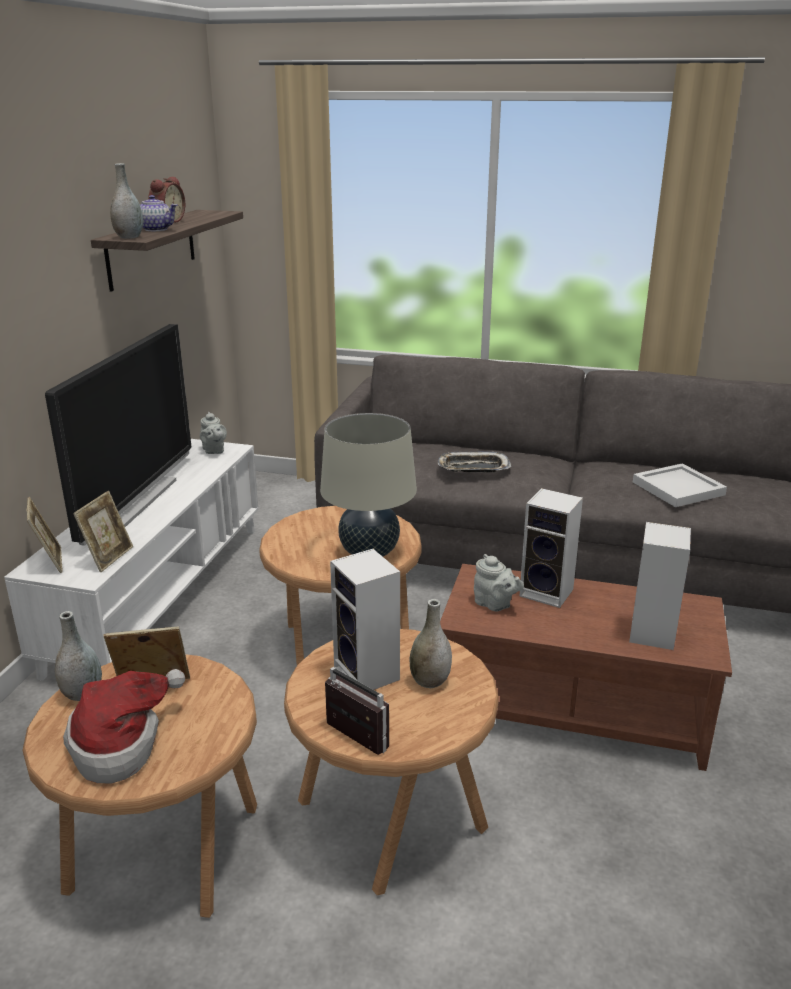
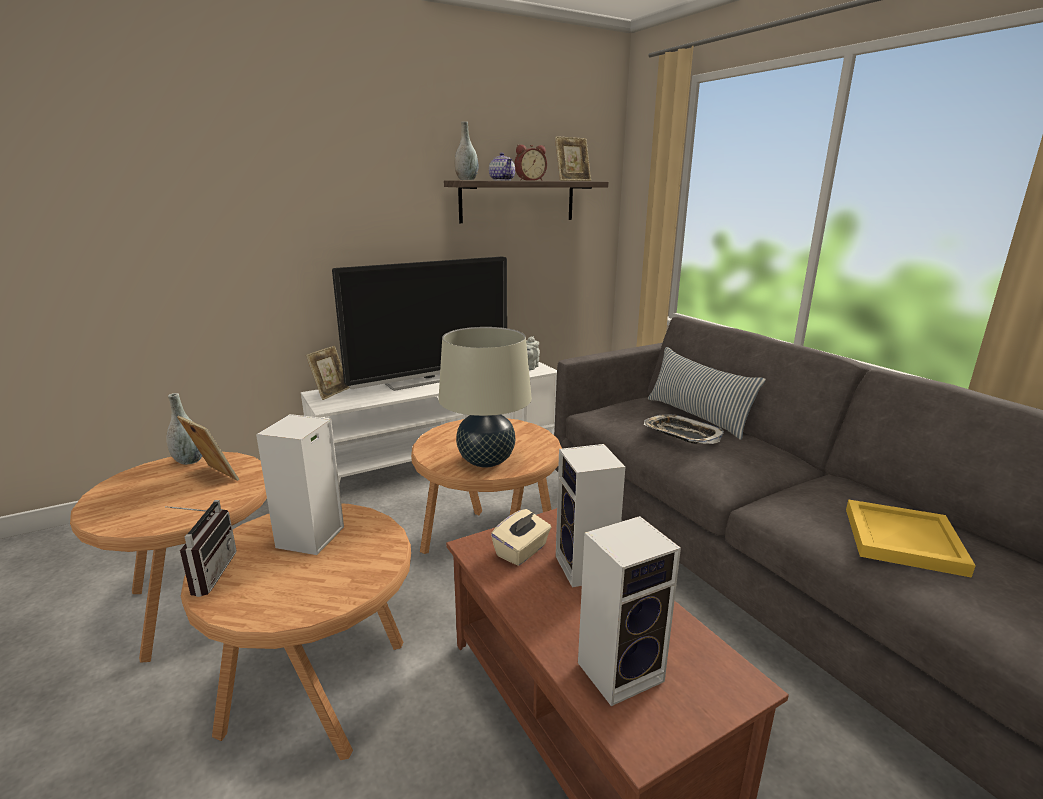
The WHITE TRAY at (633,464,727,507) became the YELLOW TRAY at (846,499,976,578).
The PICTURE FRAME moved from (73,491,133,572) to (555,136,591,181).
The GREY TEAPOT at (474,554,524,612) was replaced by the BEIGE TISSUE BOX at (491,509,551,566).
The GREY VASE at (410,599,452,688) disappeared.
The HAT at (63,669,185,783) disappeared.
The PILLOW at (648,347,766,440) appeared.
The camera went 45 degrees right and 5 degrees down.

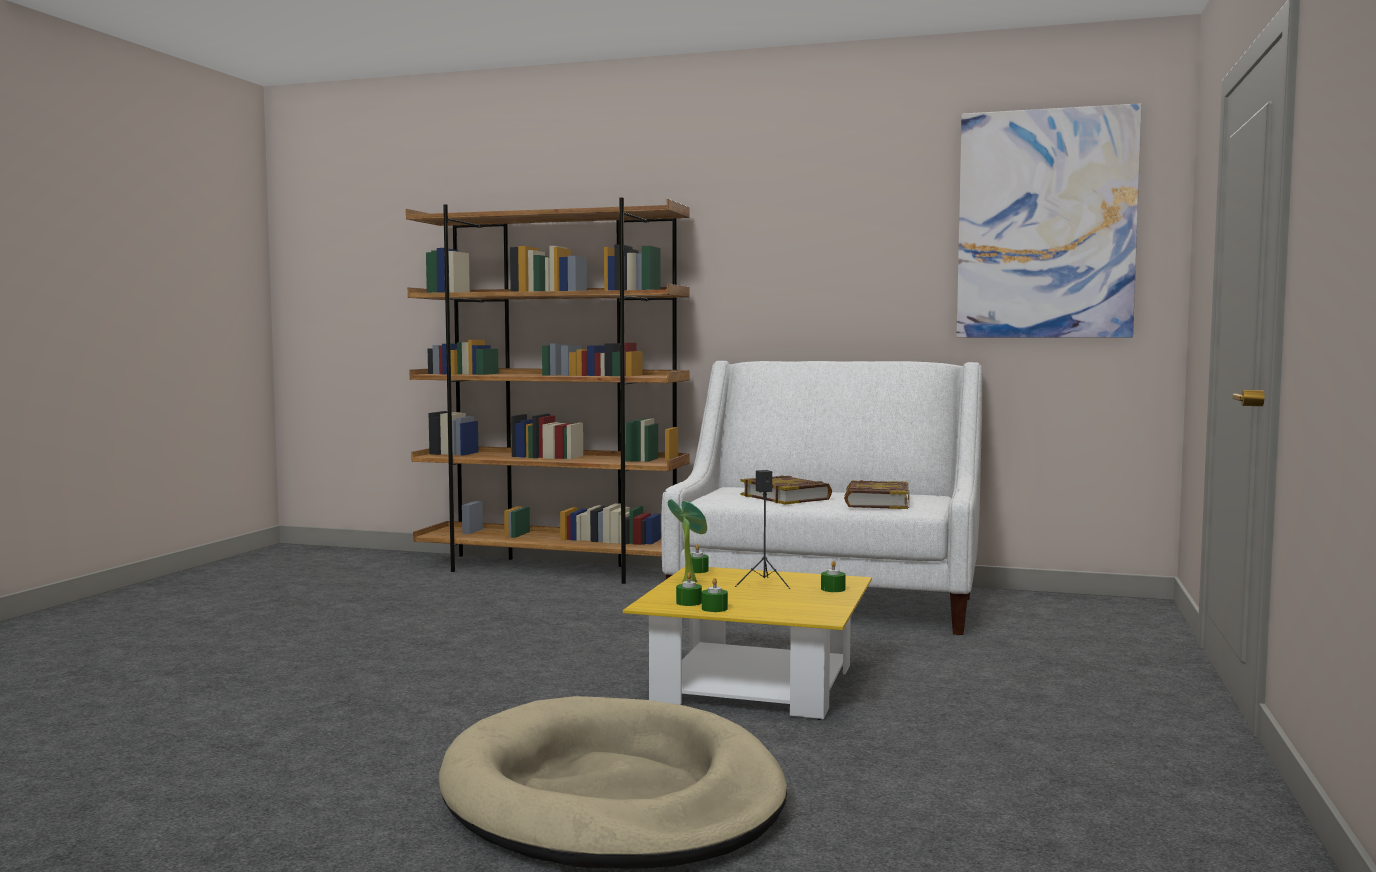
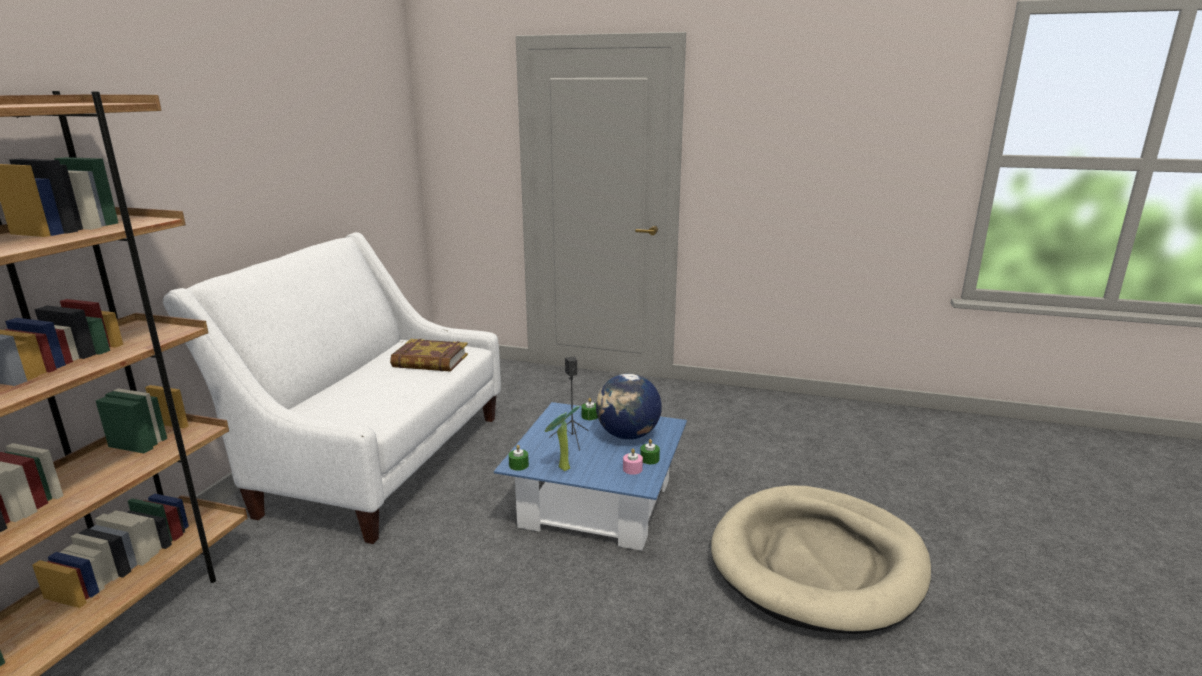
The PICTURE at (956,103,1142,338) disappeared.
The BOOK at (740,476,832,504) disappeared.
The YELLOW COFFEE TABLE at (623,567,872,720) became the BLUE COFFEE TABLE at (494,402,687,551).
The GREEN CANDLE at (676,573,702,606) became the PINK CANDLE at (623,449,643,475).
The GLOBE at (596,374,662,440) appeared.
The camera went 90 degrees left and 15 degrees up.

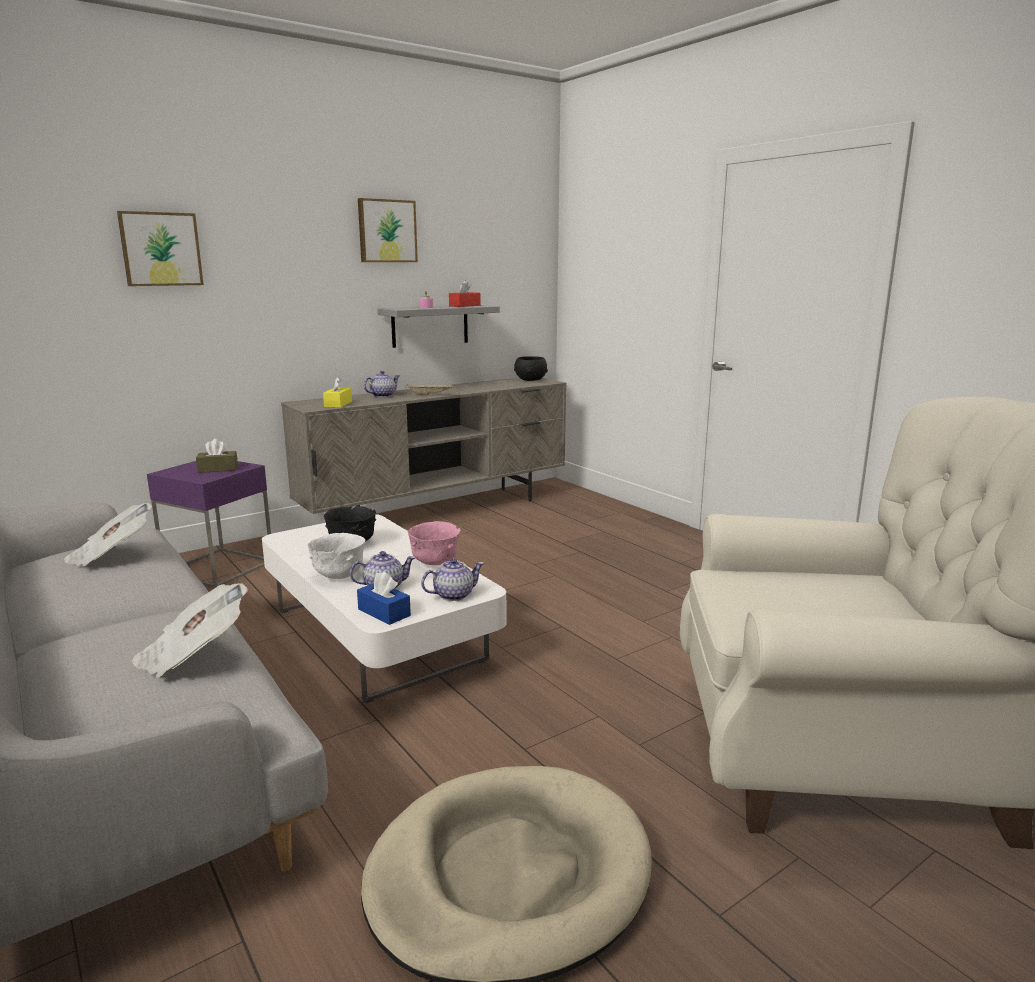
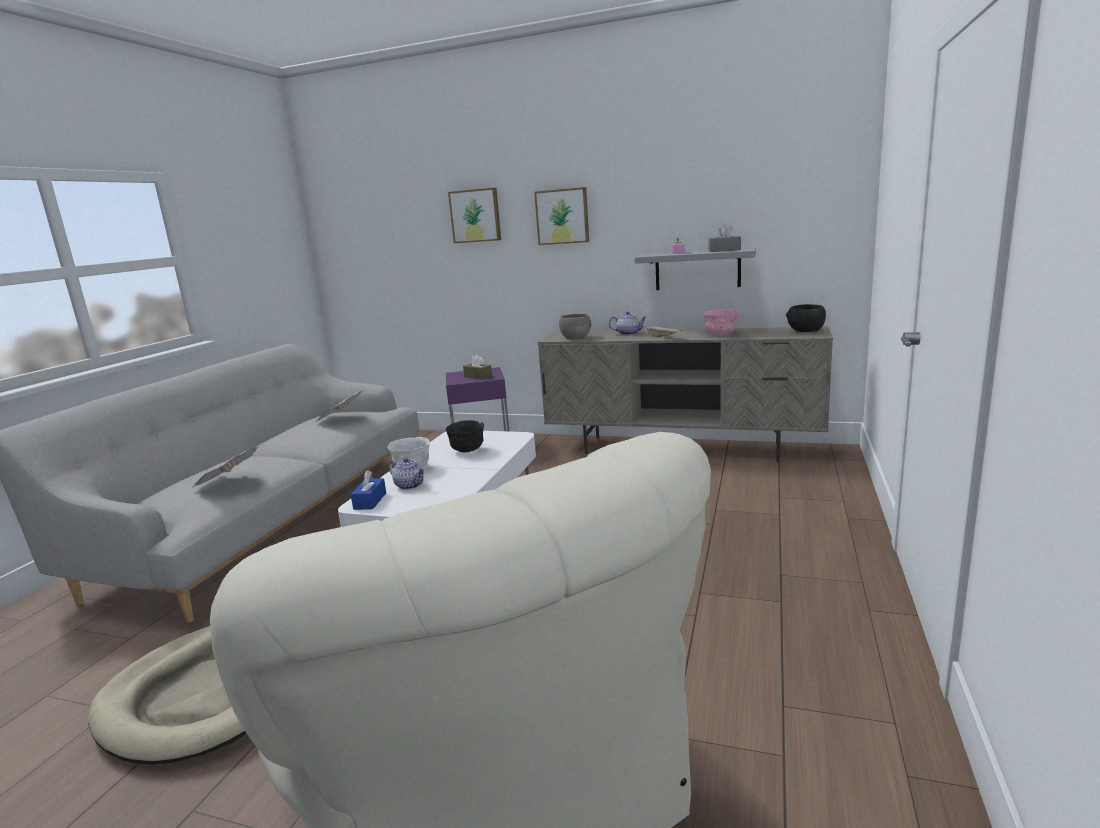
The PICTURE moved from (358,198,418,262) to (534,187,589,245).
The RED TISSUE BOX at (449,280,481,307) became the GREY TISSUE BOX at (708,224,741,252).
The YELLOW TISSUE BOX at (323,376,352,408) was replaced by the GREY BOWL at (559,314,592,339).
The PINK BOWL moved from (408,521,461,565) to (703,309,739,336).
The TEAPOT at (421,558,484,601) disappeared.
The camera went 55 degrees right and 0 degrees up.

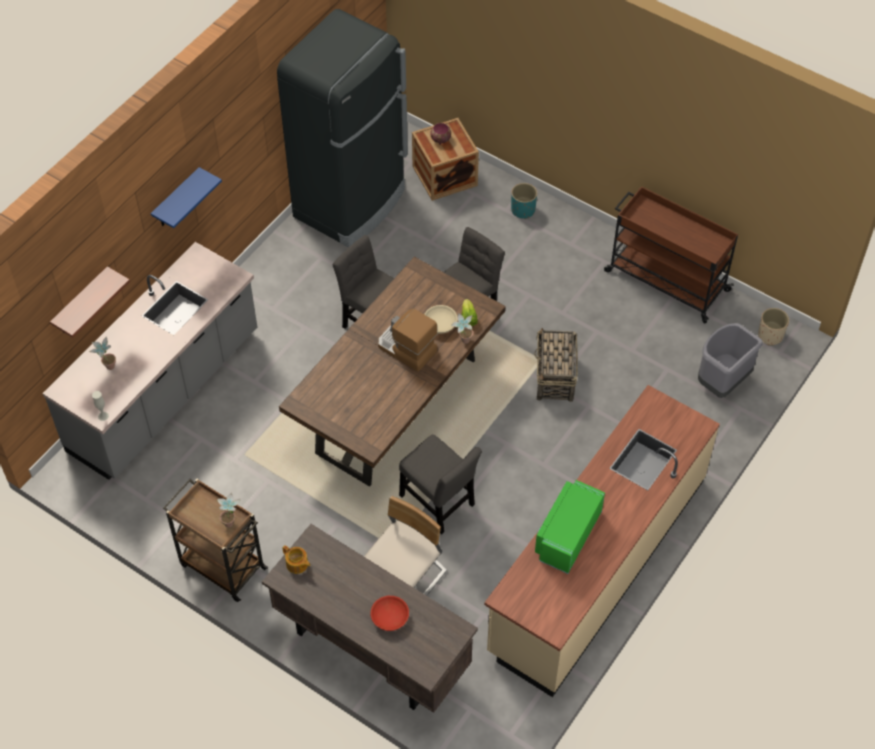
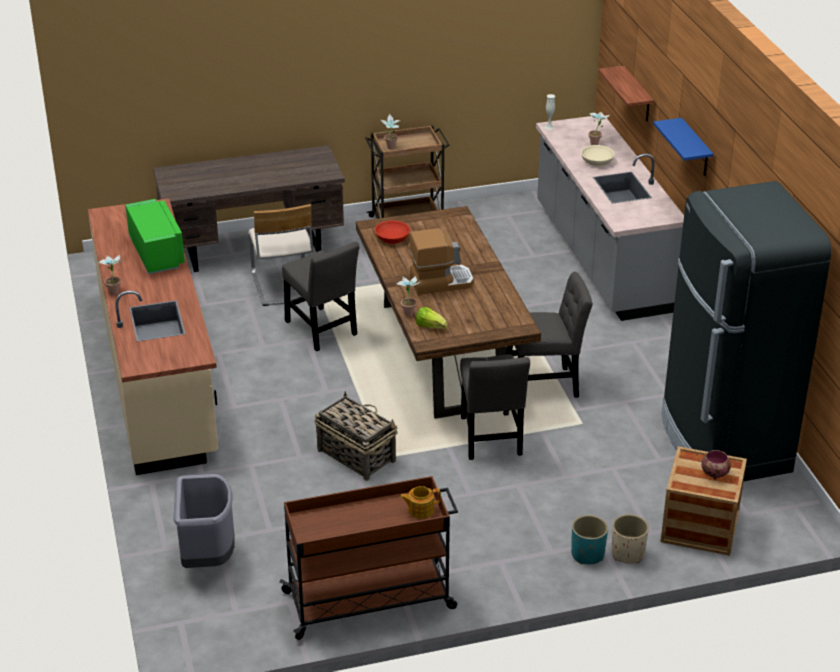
The BEIGE BOWL moved from (424,305,458,334) to (581,145,615,166).
The BEIGE PLANTER moved from (758,308,789,345) to (611,514,649,564).
The GREY CHAIR at (399,434,482,535) turned 120 degrees counterclockwise.
The TEAPOT moved from (283,545,310,574) to (400,486,441,518).
The RED BOWL moved from (370,596,409,631) to (374,220,410,244).
The POTTED PLANT at (98,255,122,295) appeared.
The camera went 130 degrees right and 20 degrees down.

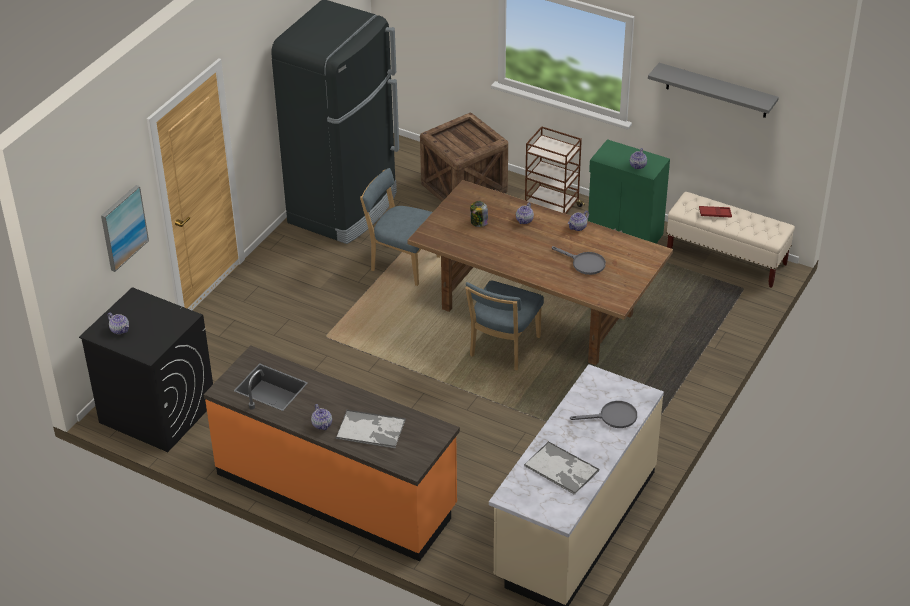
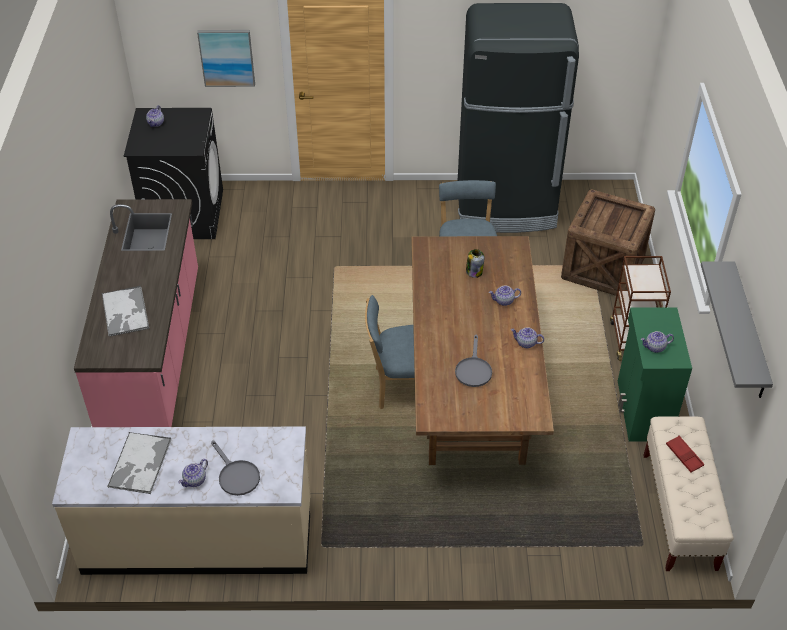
The ORANGE COUNTER at (203,345,460,561) became the PINK COUNTER at (74,199,198,427).
The TEAPOT moved from (311,404,332,430) to (178,459,208,487).
The camera went 60 degrees right and 5 degrees up.

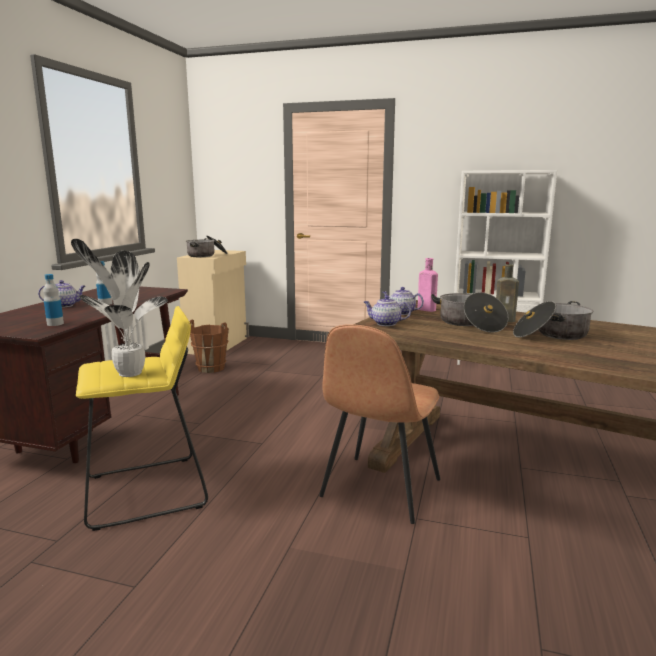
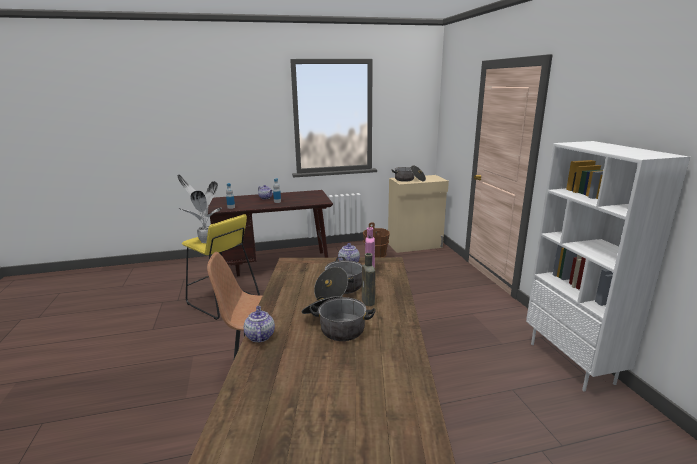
The TEAPOT moved from (364,295,411,326) to (244,306,275,343).
The camera went 60 degrees right and 5 degrees up.

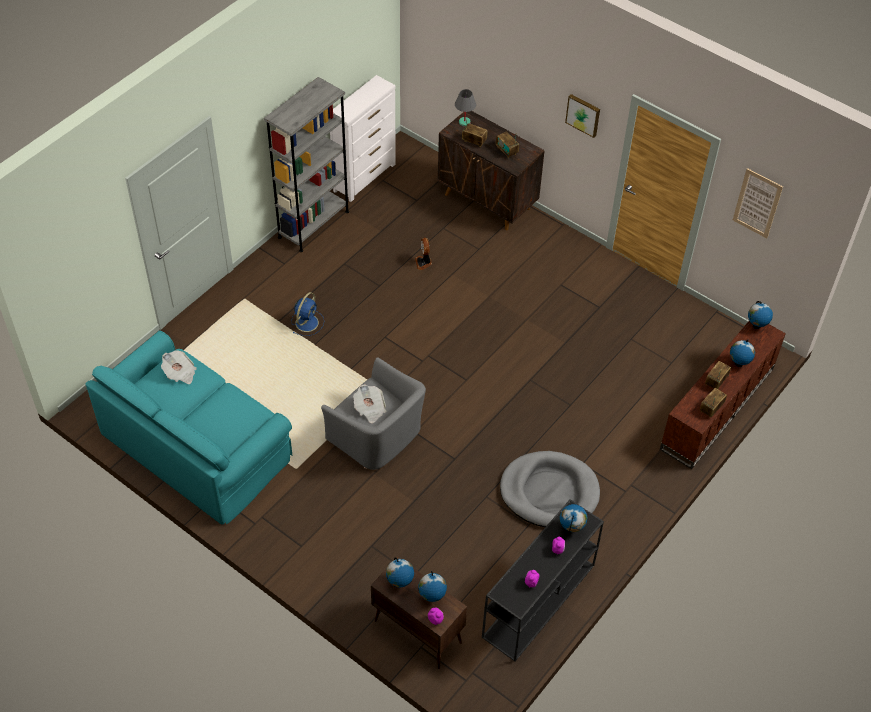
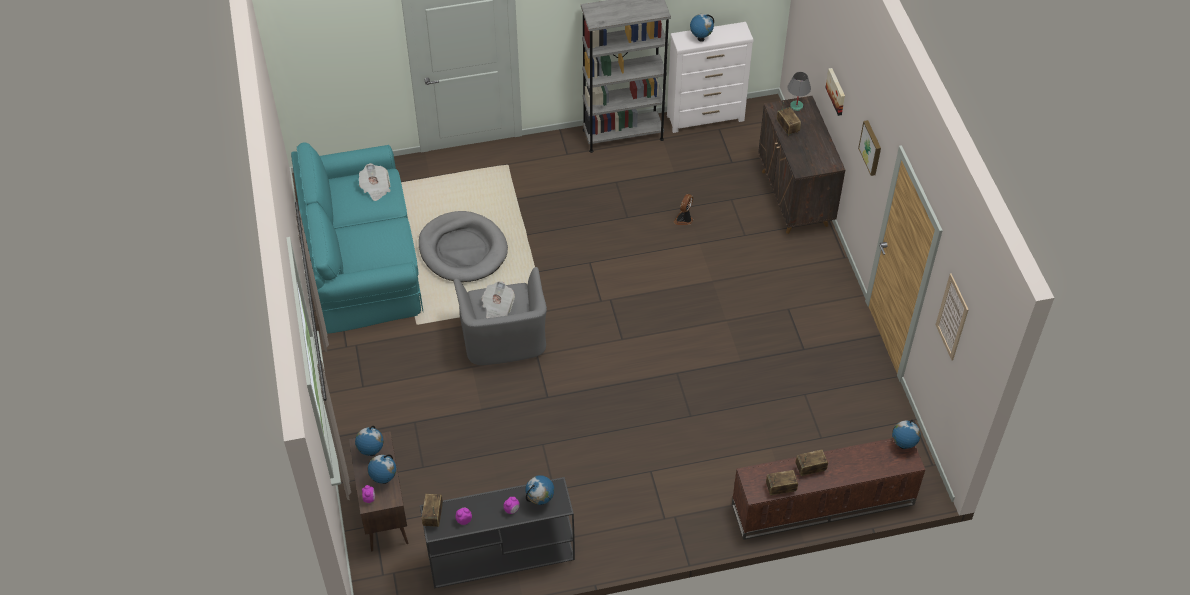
The RADIO moved from (496,132,519,158) to (422,494,443,527).
The BLUE FAN at (291,292,324,336) disappeared.
The GLOBE moved from (730,339,755,367) to (690,14,714,42).
The GREY DOG BED moved from (500,451,600,527) to (419,211,508,282).
The PICTURE at (825,68,845,116) appeared.
The camera went 40 degrees right and 0 degrees up.

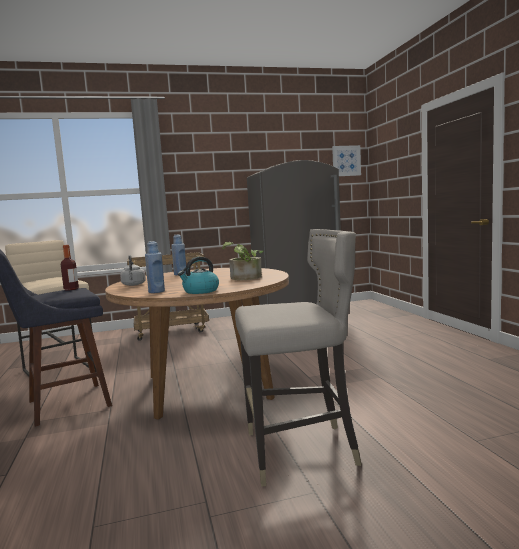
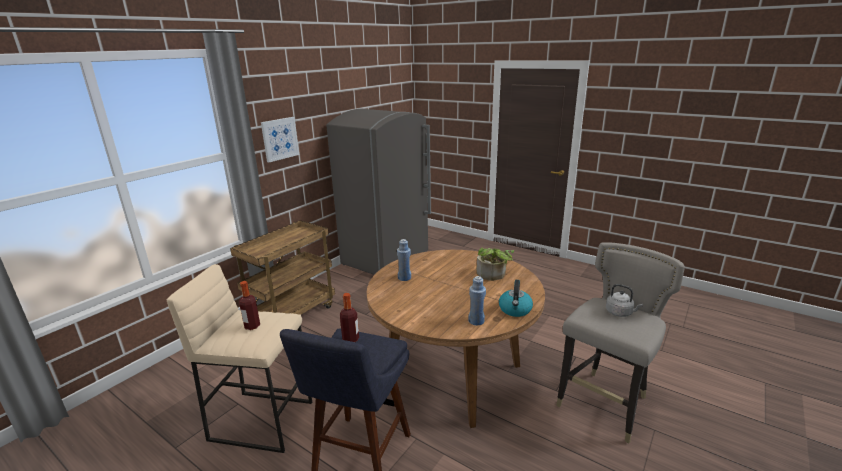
The PICTURE moved from (332,145,361,176) to (261,117,299,162).
The GREY KETTLE moved from (120,255,146,286) to (606,284,643,317).
The BOTTLE at (239,281,260,330) appeared.
The camera went 40 degrees left and 15 degrees up.

